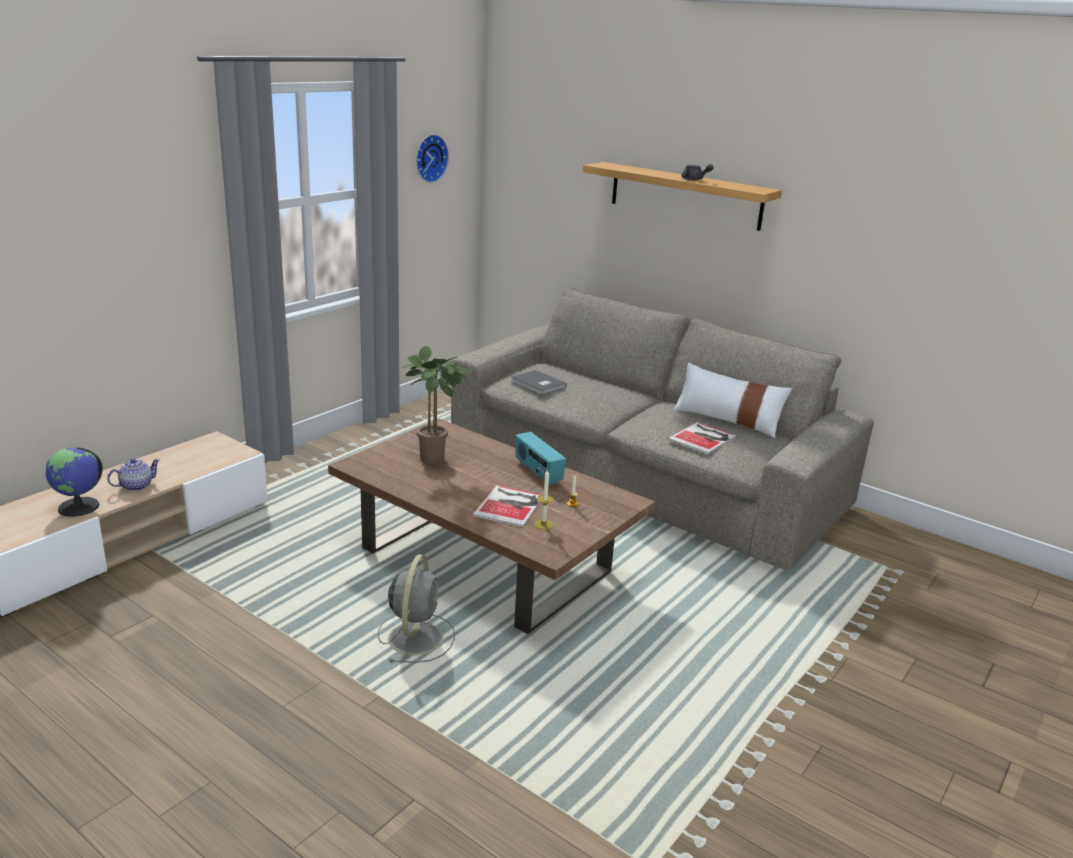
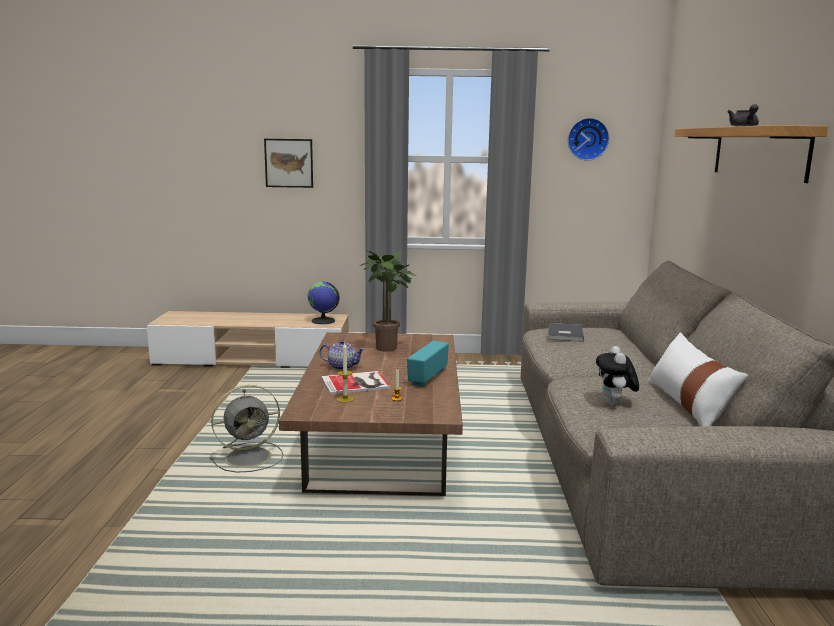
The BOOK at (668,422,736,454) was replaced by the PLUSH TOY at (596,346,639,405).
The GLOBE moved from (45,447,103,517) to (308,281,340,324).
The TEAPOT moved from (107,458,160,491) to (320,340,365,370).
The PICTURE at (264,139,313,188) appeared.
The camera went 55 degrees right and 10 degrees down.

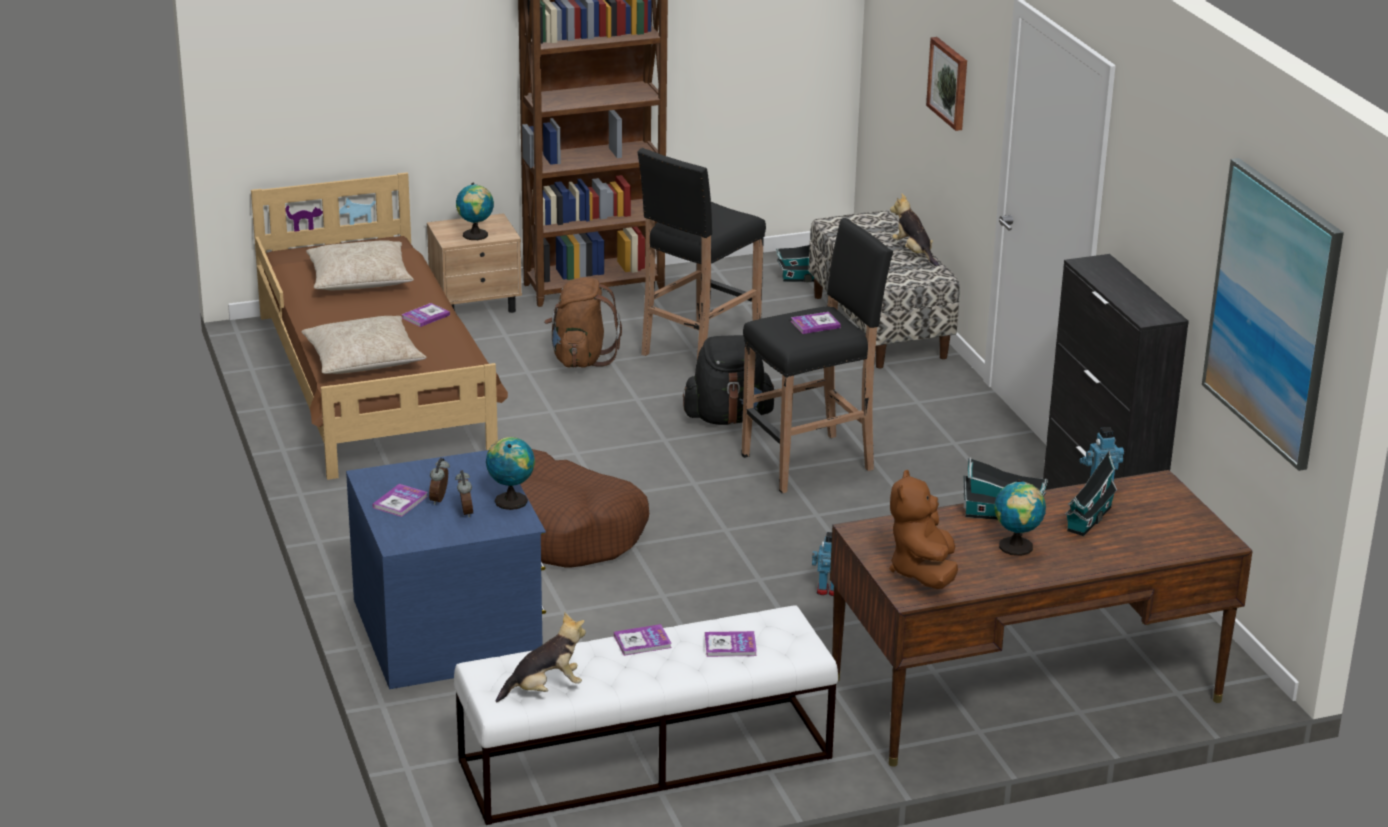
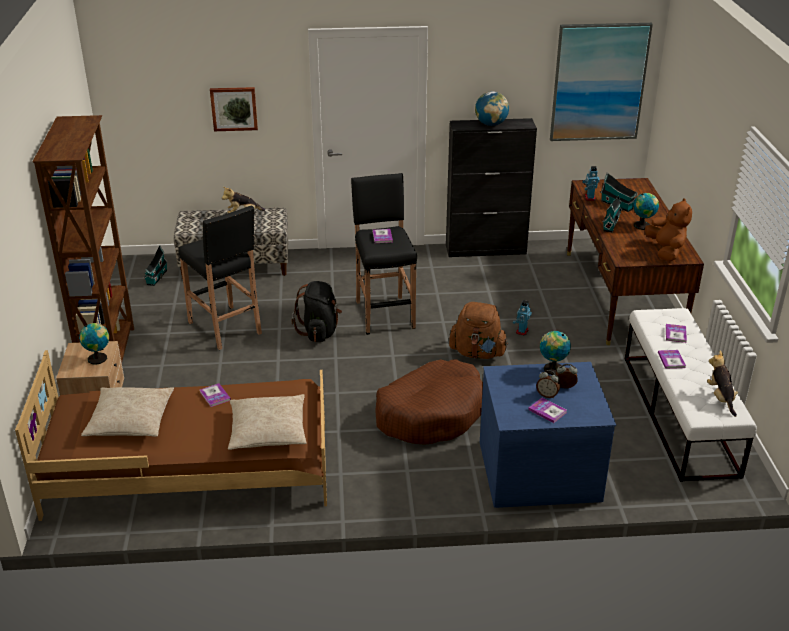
The BROWN BACKPACK moved from (544,277,622,368) to (449,302,508,359).
The BROWN PLUSH TOY at (890,469,958,589) turned 120 degrees counterclockwise.
The GLOBE at (475,91,509,126) appeared.
The camera went 75 degrees left and 5 degrees up.

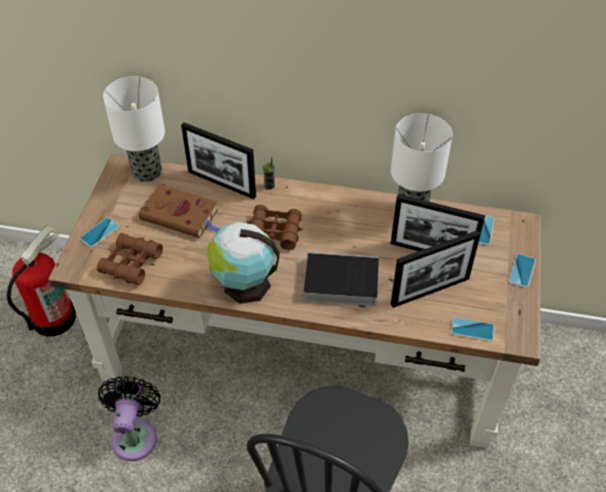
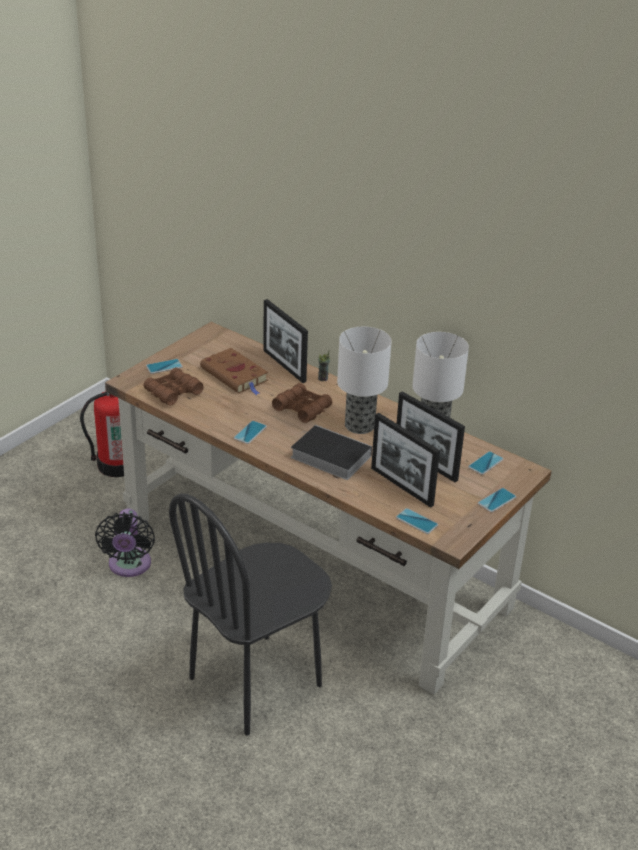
The TABLE LAMP moved from (103,76,165,182) to (337,327,392,434).
The GLOBE at (207,222,280,304) was replaced by the PHONE at (234,421,267,444).
The PICTURE FRAME at (391,230,481,308) turned 45 degrees clockwise.
The BLACK FAN at (98,376,161,461) turned 150 degrees clockwise.
The camera went 25 degrees right and 15 degrees down.

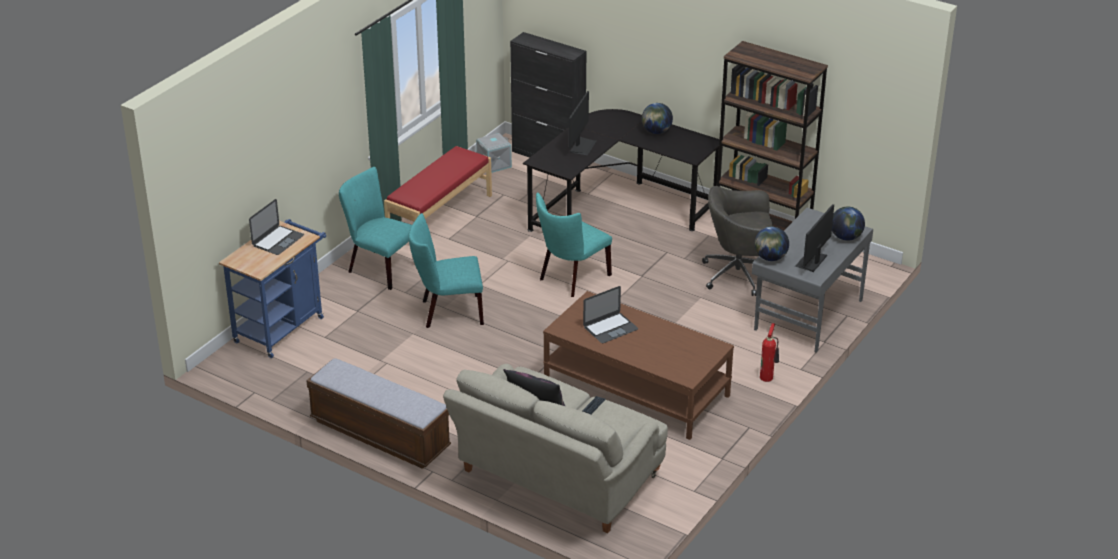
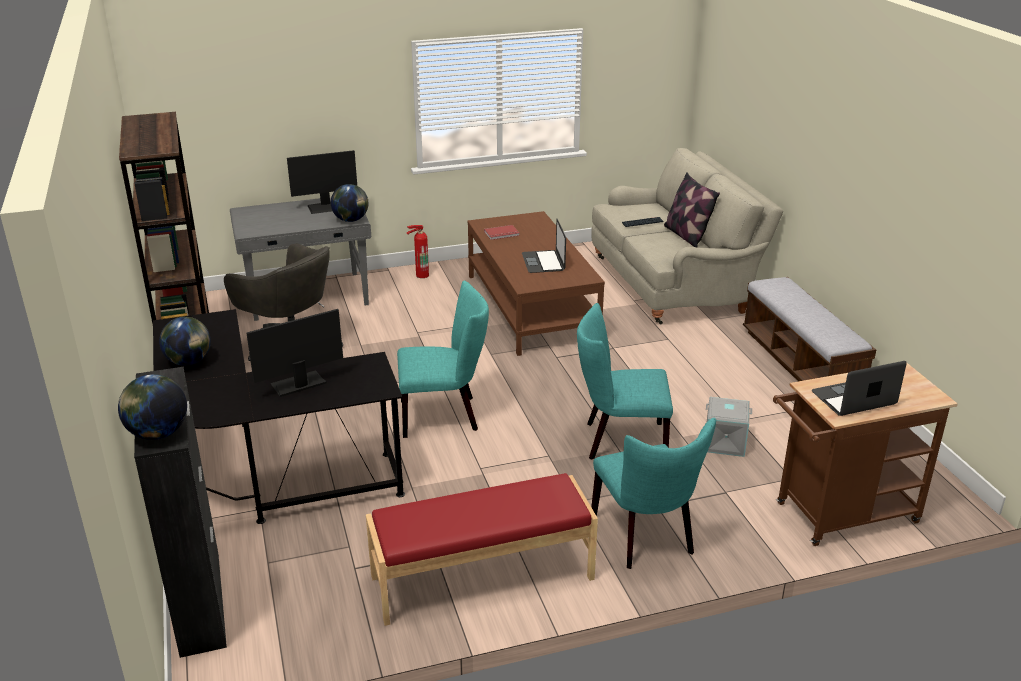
The GREY STORAGE BOX moved from (476,133,512,173) to (706,397,752,457).
The GLOBE moved from (832,207,865,241) to (118,374,187,440).
The TURQUOISE CHAIR at (408,213,484,328) turned 150 degrees clockwise.
The BLUE CART at (219,219,326,358) became the BROWN CART at (773,363,958,546).
The LAPTOP at (583,286,638,343) turned 105 degrees counterclockwise.
The RED BOOK at (484,225,520,240) appeared.
The camera went 140 degrees left and 5 degrees down.

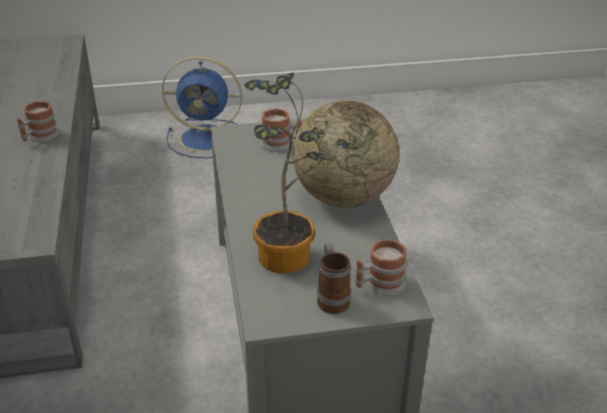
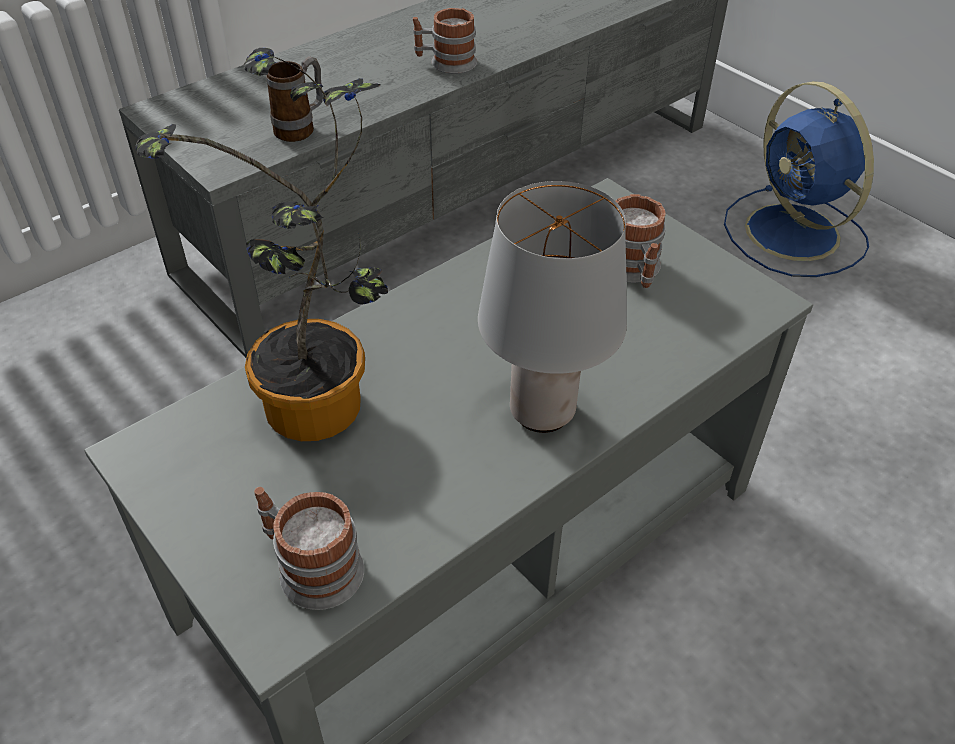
The GLOBE at (293,101,399,208) was replaced by the GREY TABLE LAMP at (478,181,627,433).
The MUG moved from (317,243,351,314) to (266,56,323,142).
The camera went 60 degrees right and 10 degrees up.

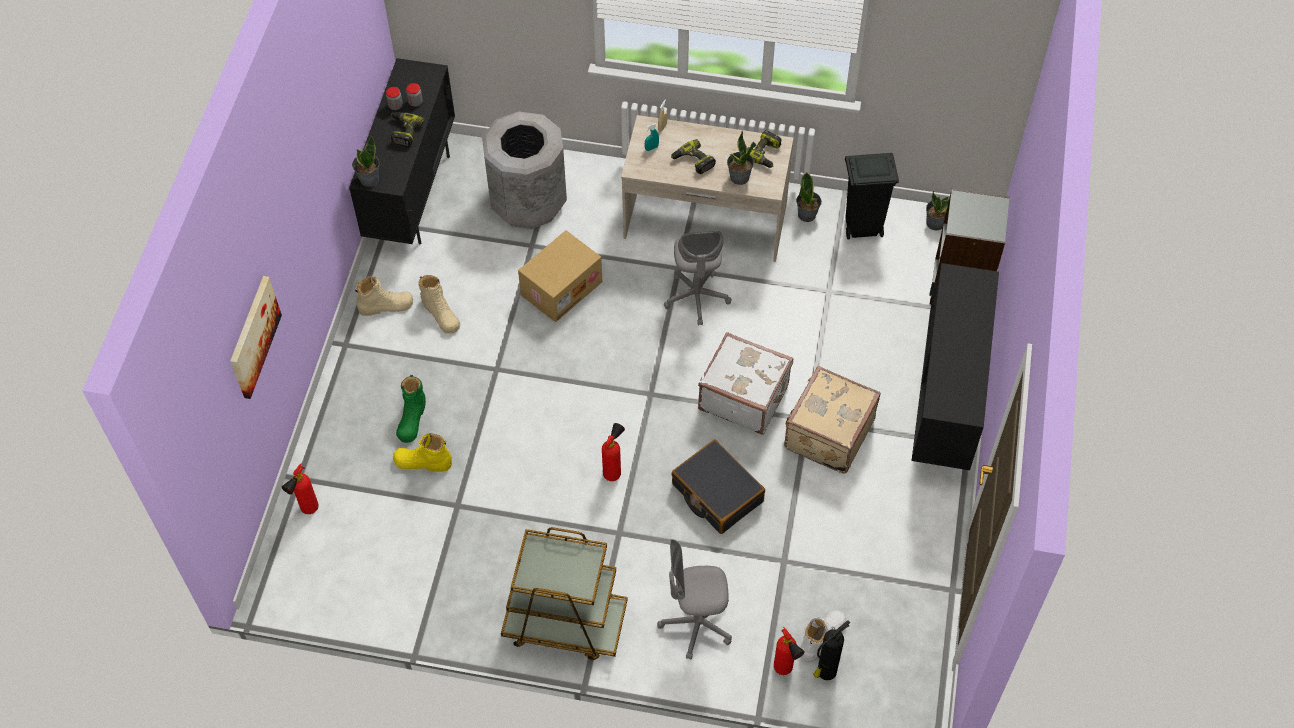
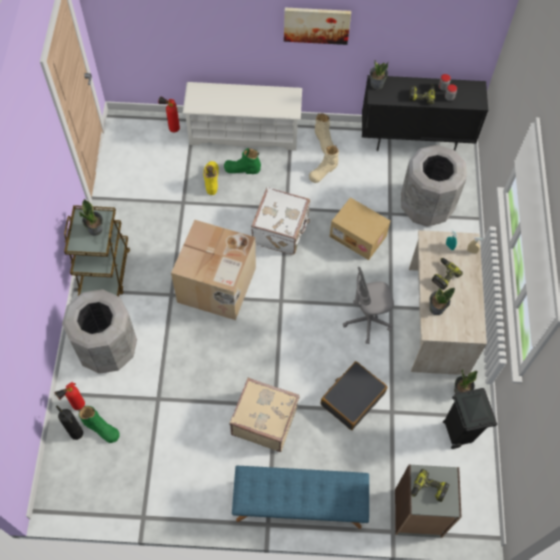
The POWER DRILL moved from (747,130,782,168) to (411,469,450,502).
The POTTED PLANT moved from (926,191,949,231) to (79,199,103,236).
The BLACK CABINET at (911,263,999,470) was replaced by the BLUE BENCH at (232,466,369,529).
The PICTURE moved from (230,276,282,399) to (284,8,351,45).
The WHITE SUITCASE moved from (698,332,793,435) to (251,187,310,255).
The FIRE EXTINGUISHER at (602,423,625,481) was replaced by the CARDBOARD BOX at (171,220,256,320).
The BLACK SUITCASE moved from (671,439,765,534) to (320,361,387,430).
The GREY OFFICE CHAIR at (657,539,732,659) was replaced by the GREY TRASH CAN at (62,289,137,374).
The WHITE BOOT at (800,610,846,662) became the GREEN BOOT at (78,406,120,443).
The WHITE SHOE RACK at (183,82,302,151) appeared.
The camera went 80 degrees right and 5 degrees up.

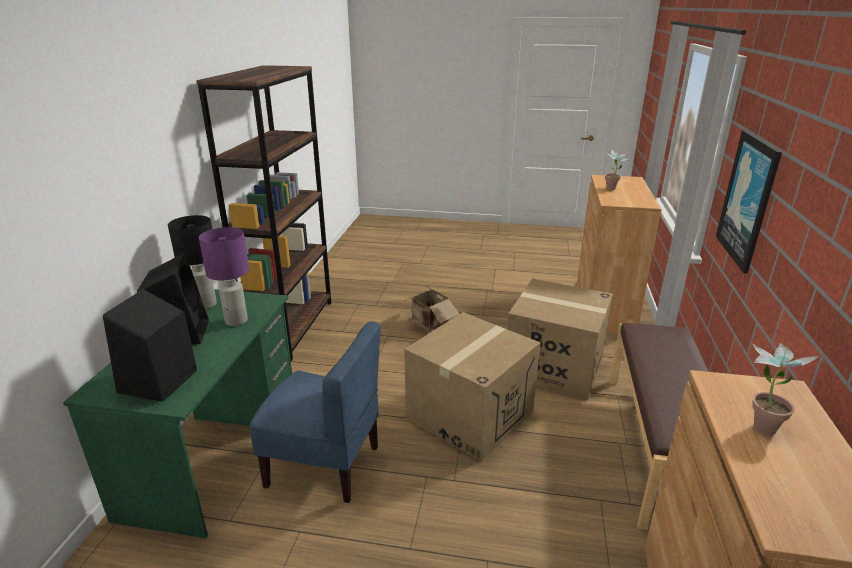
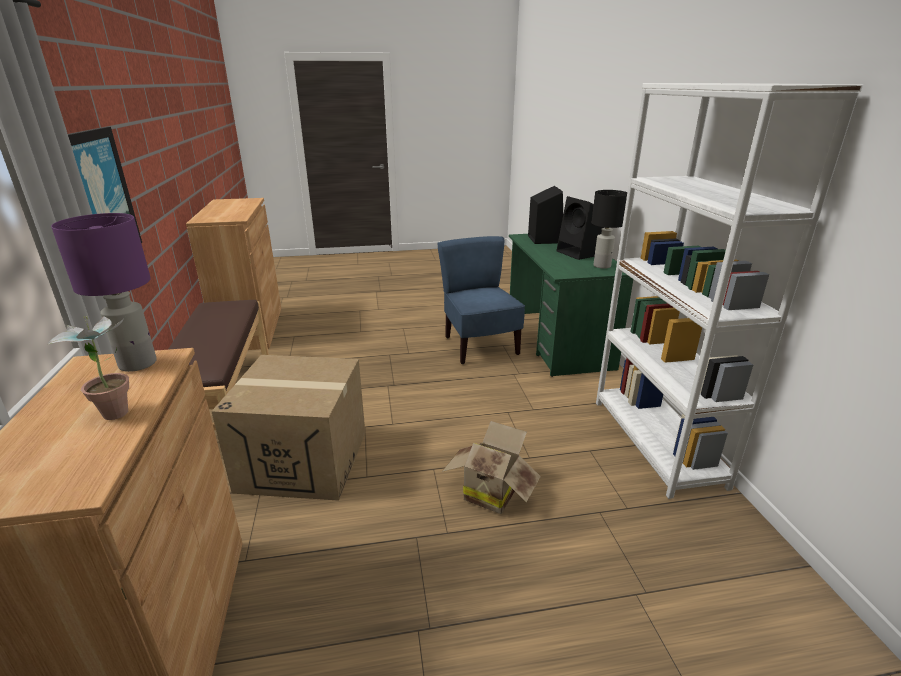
The BROWN BOOKCASE at (196,65,331,361) became the WHITE BOOKCASE at (596,83,863,499).
The PURPLE TABLE LAMP moved from (199,227,249,326) to (51,213,157,372).
The CARDBOARD BOX at (404,312,541,462) disappeared.
The BLUE CHAIR at (249,321,381,503) turned 75 degrees clockwise.
The POTTED PLANT at (752,342,820,435) disappeared.
The camera went 160 degrees right and 0 degrees up.

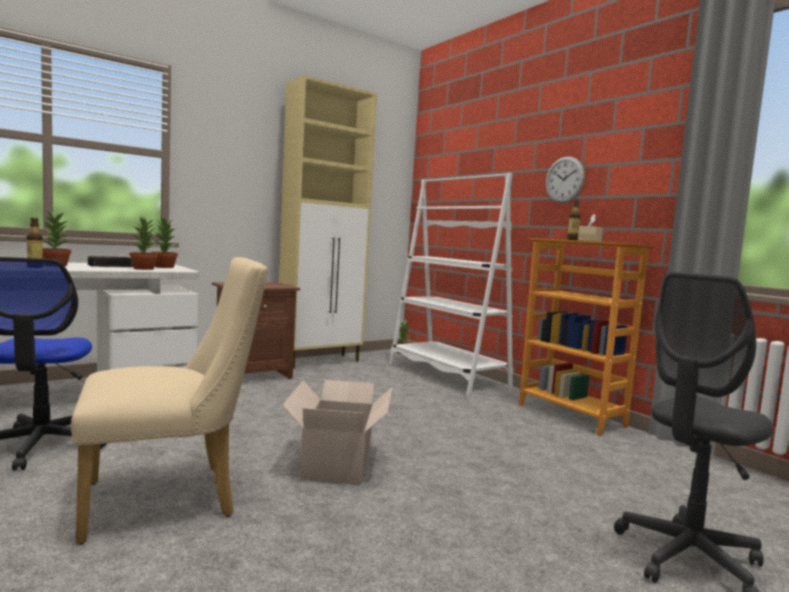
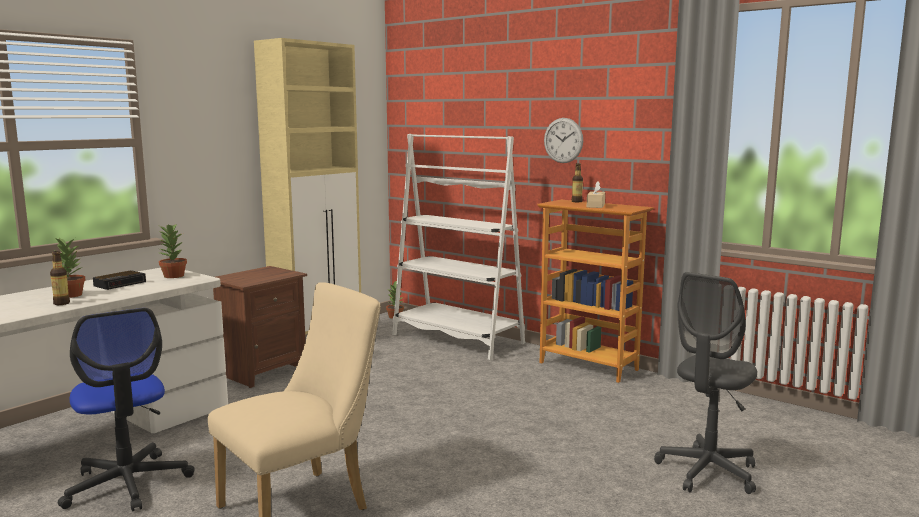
The POTTED PLANT at (130,216,158,270) disappeared.
The CARDBOARD BOX at (282,380,393,485) disappeared.
The camera went 15 degrees left and 5 degrees up.

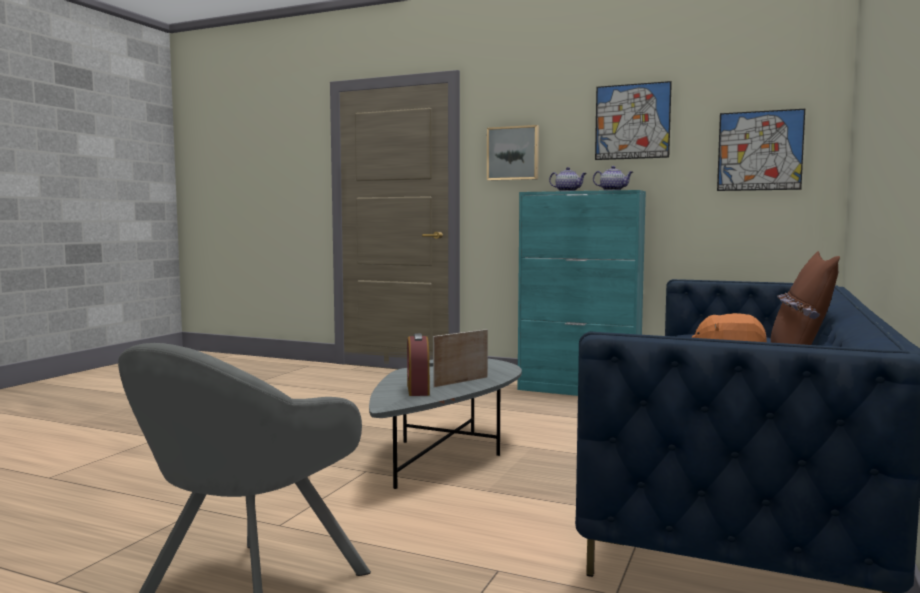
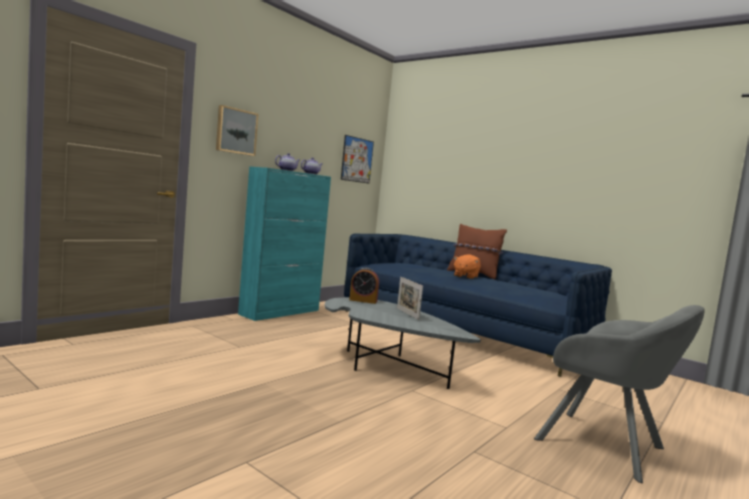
The PICTURE at (595,81,672,160) disappeared.
The ALARM CLOCK moved from (407,333,430,396) to (349,268,379,304).
The camera went 75 degrees left and 0 degrees up.

